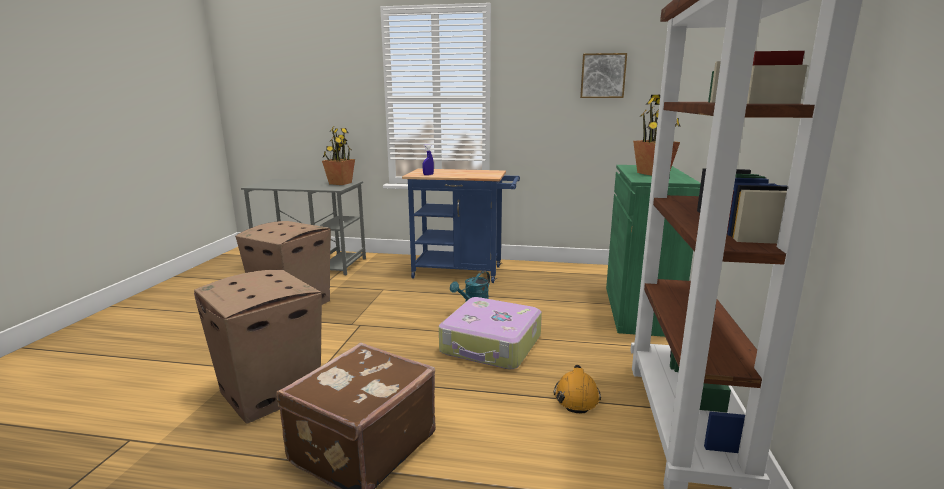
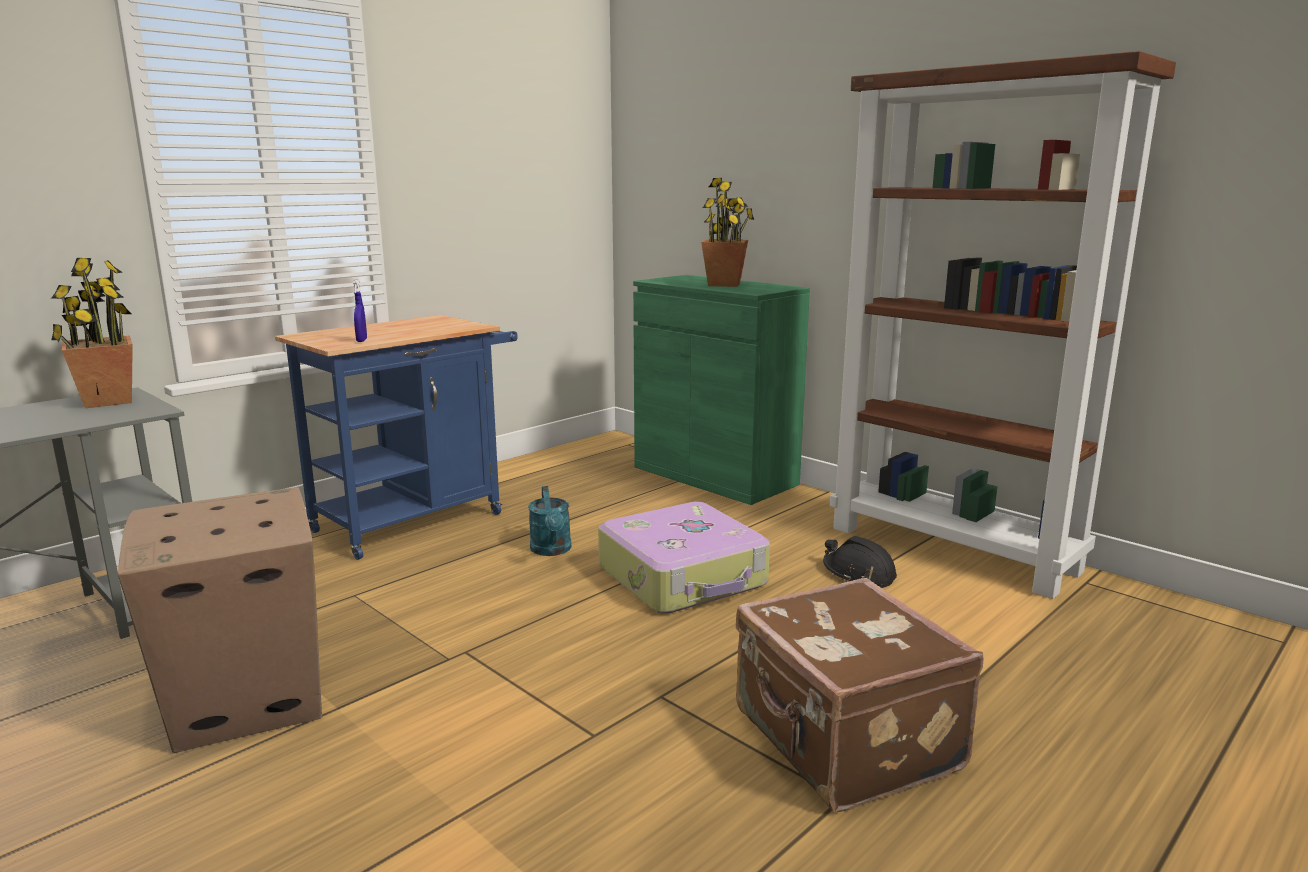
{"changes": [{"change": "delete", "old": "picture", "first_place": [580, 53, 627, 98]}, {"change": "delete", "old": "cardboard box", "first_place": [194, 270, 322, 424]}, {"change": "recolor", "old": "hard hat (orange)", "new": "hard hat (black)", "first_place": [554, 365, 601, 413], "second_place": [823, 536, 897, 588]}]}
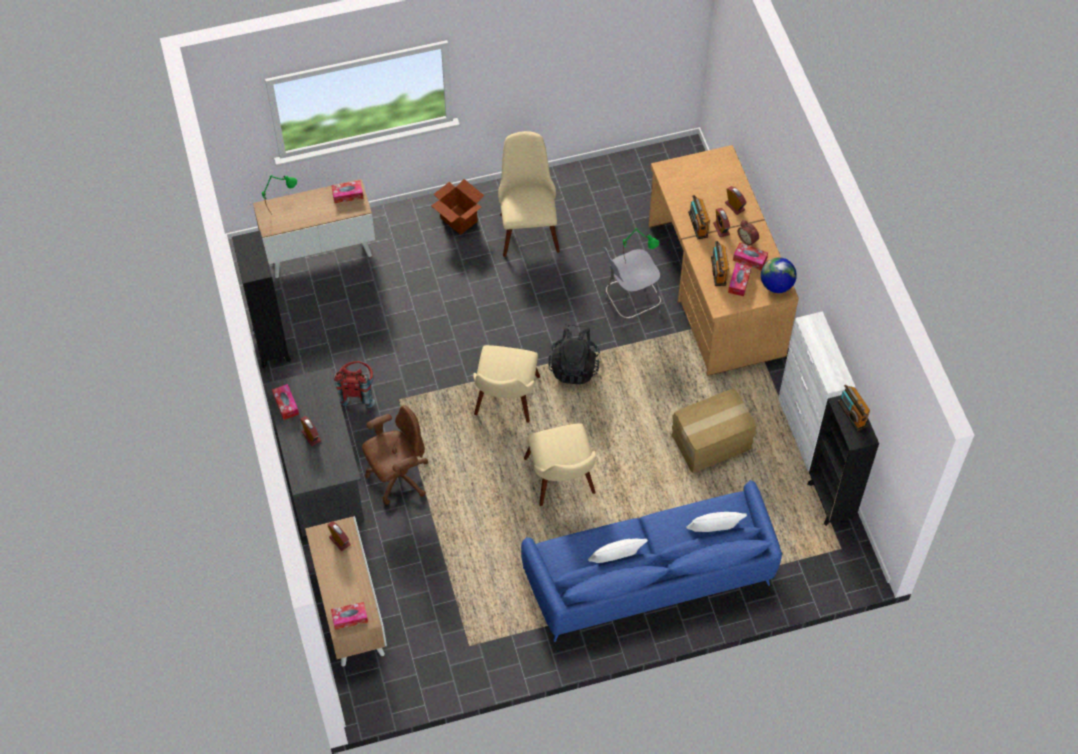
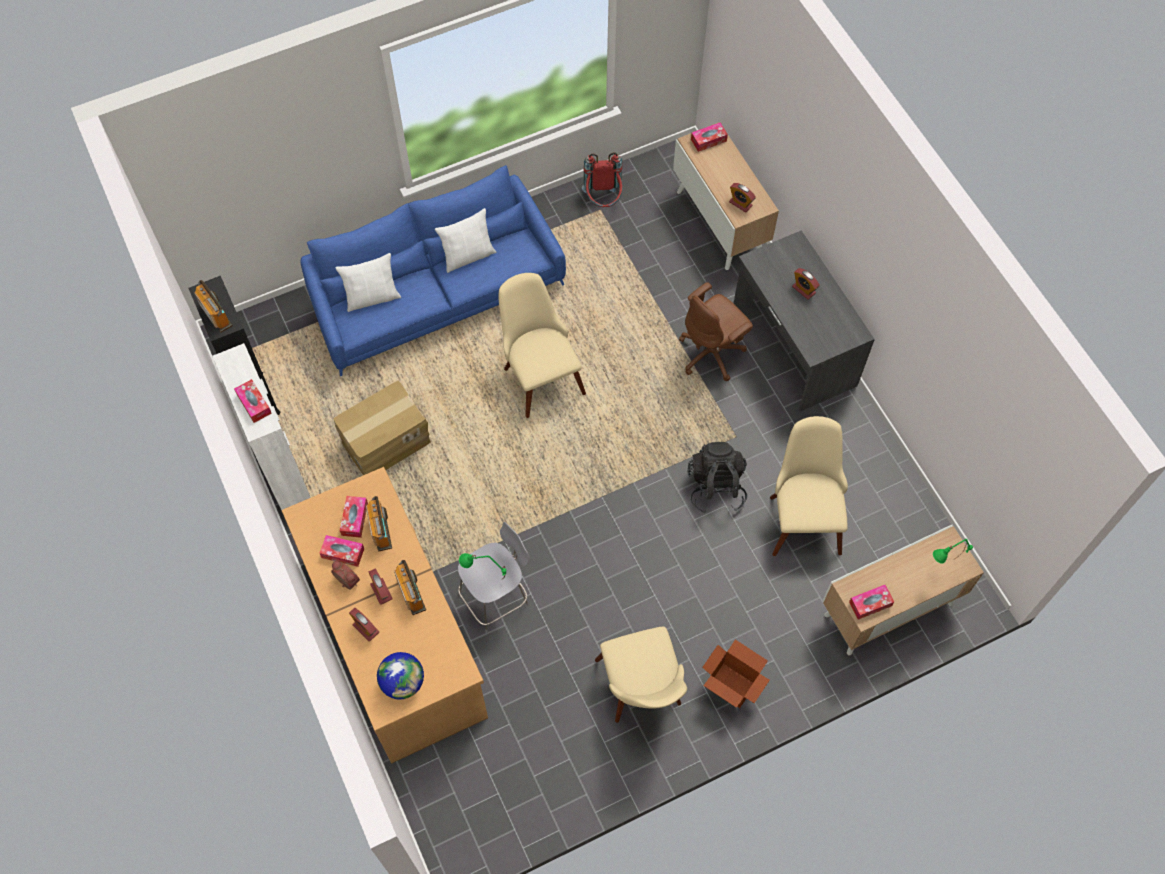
{"changes": [{"change": "delete", "old": "bookcase (black)", "first_place": [232, 231, 291, 368]}, {"change": "move", "old": "globe", "first_place": [761, 257, 797, 293], "second_place": [377, 652, 424, 700]}, {"change": "move", "old": "backpack (black)", "first_place": [548, 324, 600, 384], "second_place": [688, 442, 747, 513]}, {"change": "move", "old": "chair (beige)", "first_place": [473, 345, 540, 423], "second_place": [770, 416, 848, 556]}, {"change": "move", "old": "backpack (red)", "first_place": [333, 361, 375, 408], "second_place": [582, 152, 623, 207]}, {"change": "move", "old": "tissue box", "first_place": [272, 384, 299, 420], "second_place": [234, 379, 272, 423]}]}
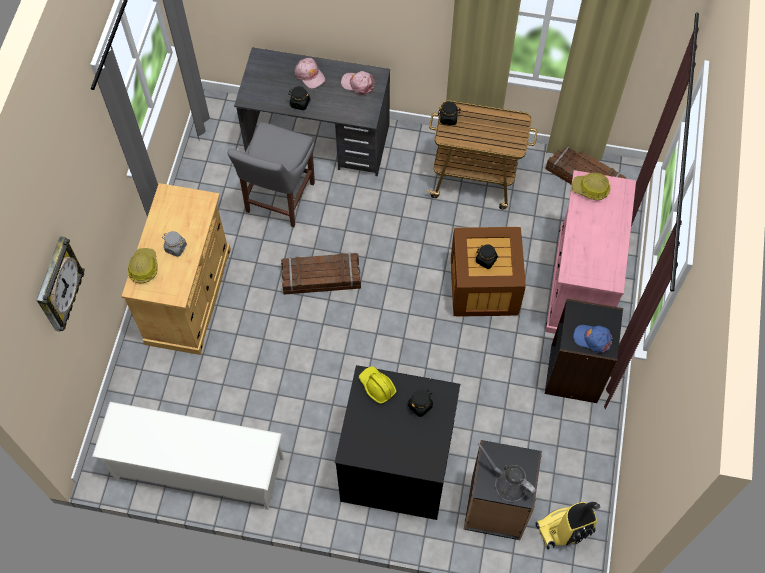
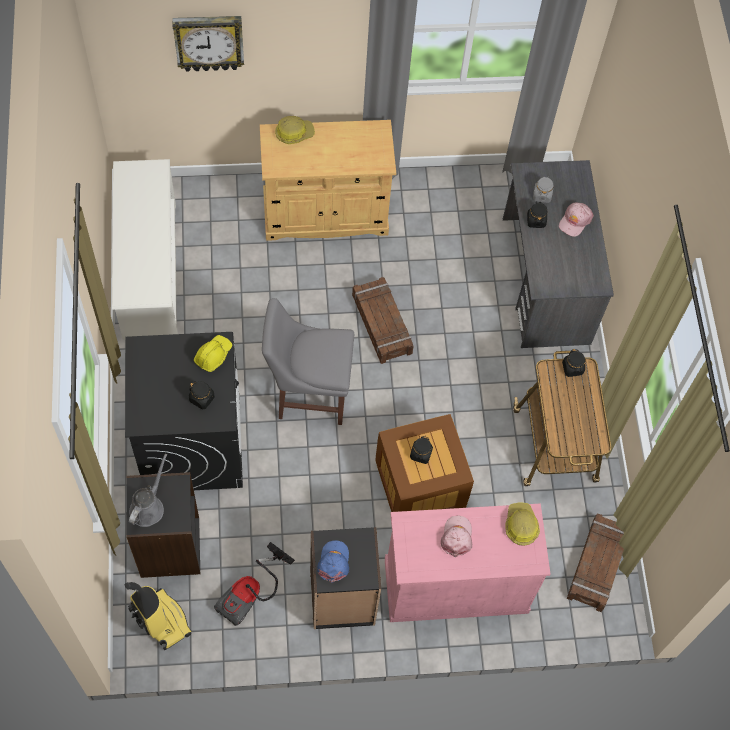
{"changes": [{"change": "move", "old": "cap (pink)", "first_place": [341, 71, 375, 95], "second_place": [441, 515, 472, 557]}, {"change": "move", "old": "chair (grey)", "first_place": [228, 122, 315, 227], "second_place": [262, 298, 354, 425]}, {"change": "move", "old": "jar (grey)", "first_place": [162, 231, 187, 257], "second_place": [533, 176, 554, 203]}, {"change": "insert", "new": "vacuum cleaner", "second_place": [214, 542, 295, 626]}]}
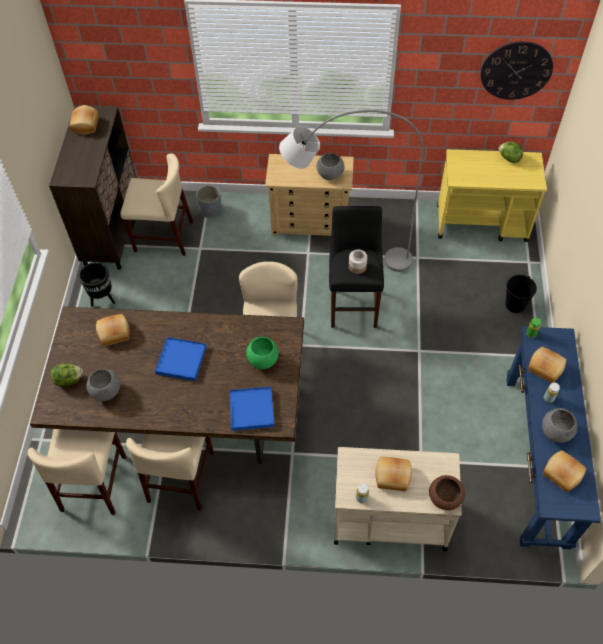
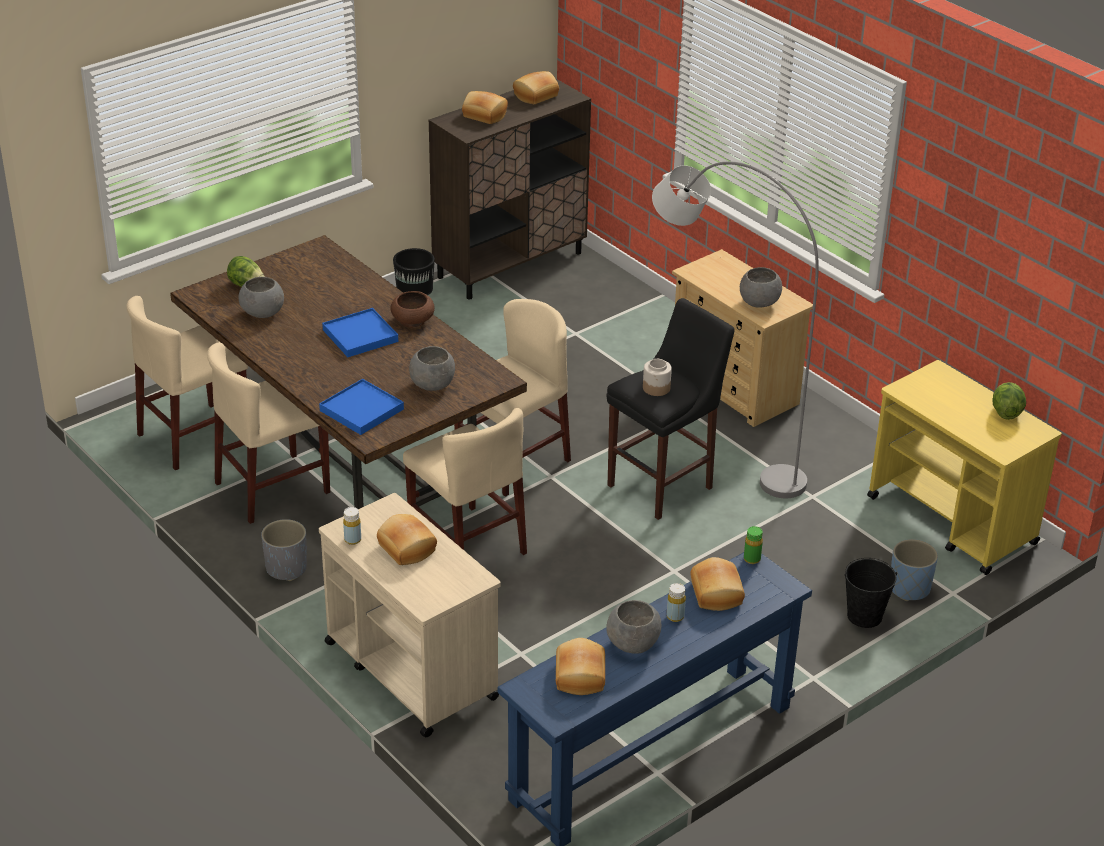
{"changes": [{"change": "delete", "old": "wall clock", "first_place": [481, 41, 553, 100]}, {"change": "move", "old": "chair (beige)", "first_place": [120, 153, 193, 256], "second_place": [403, 408, 527, 555]}, {"change": "move", "old": "planter (grey)", "first_place": [196, 185, 222, 218], "second_place": [261, 519, 307, 581]}, {"change": "move", "old": "bread", "first_place": [96, 314, 130, 346], "second_place": [462, 91, 508, 124]}, {"change": "recolor", "old": "bowl (green)", "new": "bowl (grey)", "first_place": [246, 337, 279, 369], "second_place": [409, 346, 455, 391]}, {"change": "move", "old": "bowl (brown)", "first_place": [429, 475, 465, 510], "second_place": [391, 291, 435, 327]}, {"change": "insert", "new": "planter (blue)", "second_place": [891, 539, 938, 601]}]}
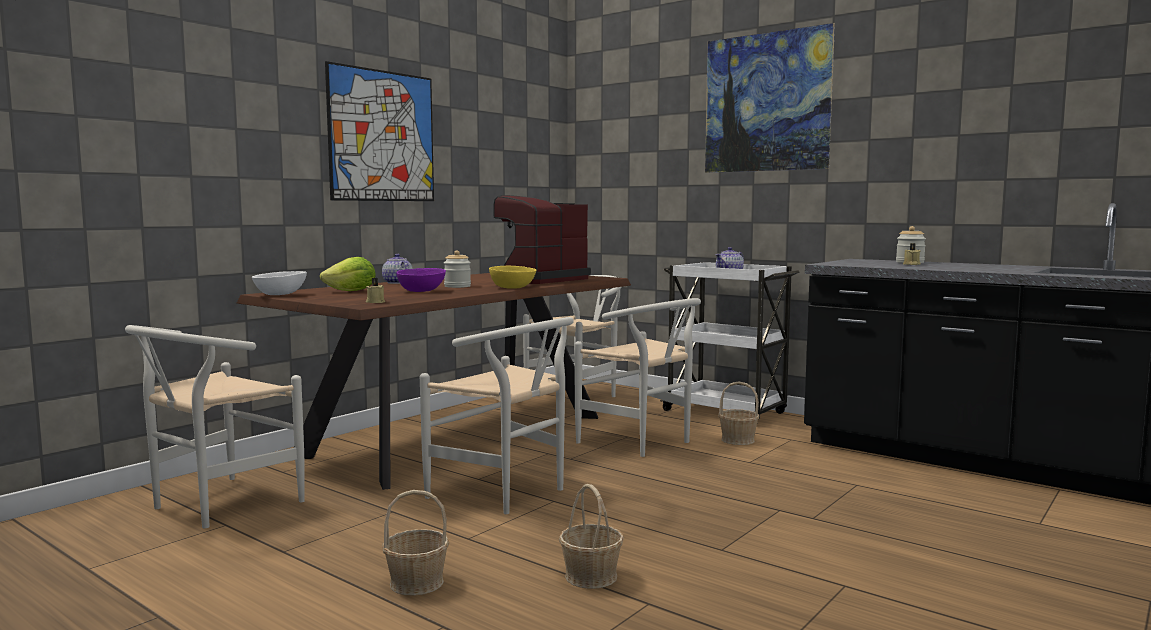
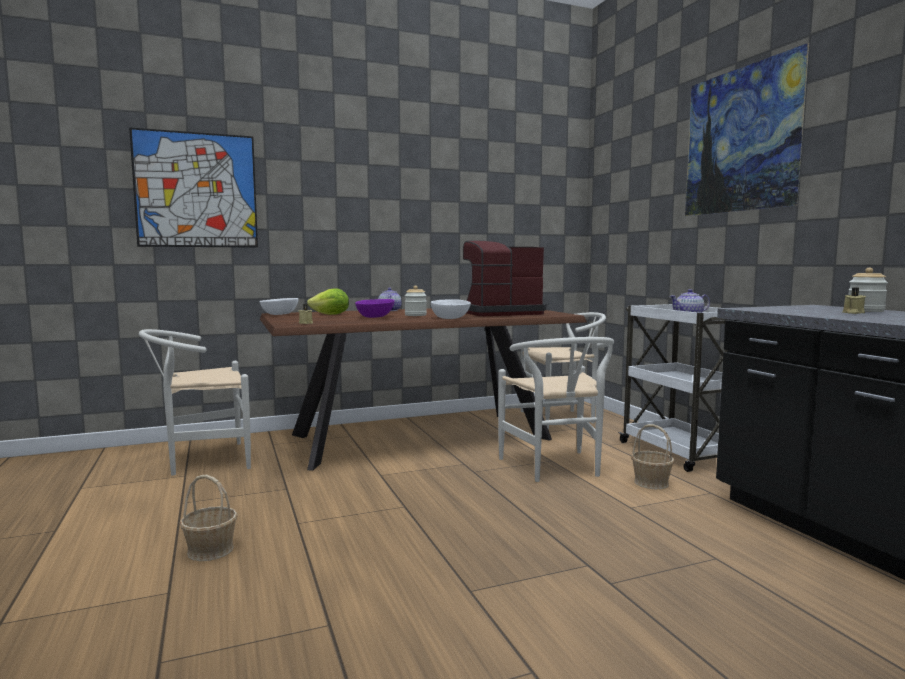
{"changes": [{"change": "move", "old": "picture", "first_place": [325, 61, 434, 201], "second_place": [129, 127, 258, 248]}, {"change": "recolor", "old": "bowl (yellow)", "new": "bowl (white)", "first_place": [489, 266, 536, 289], "second_place": [431, 299, 471, 319]}, {"change": "delete", "old": "chair (white)", "first_place": [420, 317, 574, 514]}, {"change": "delete", "old": "basket", "first_place": [559, 484, 624, 589]}]}
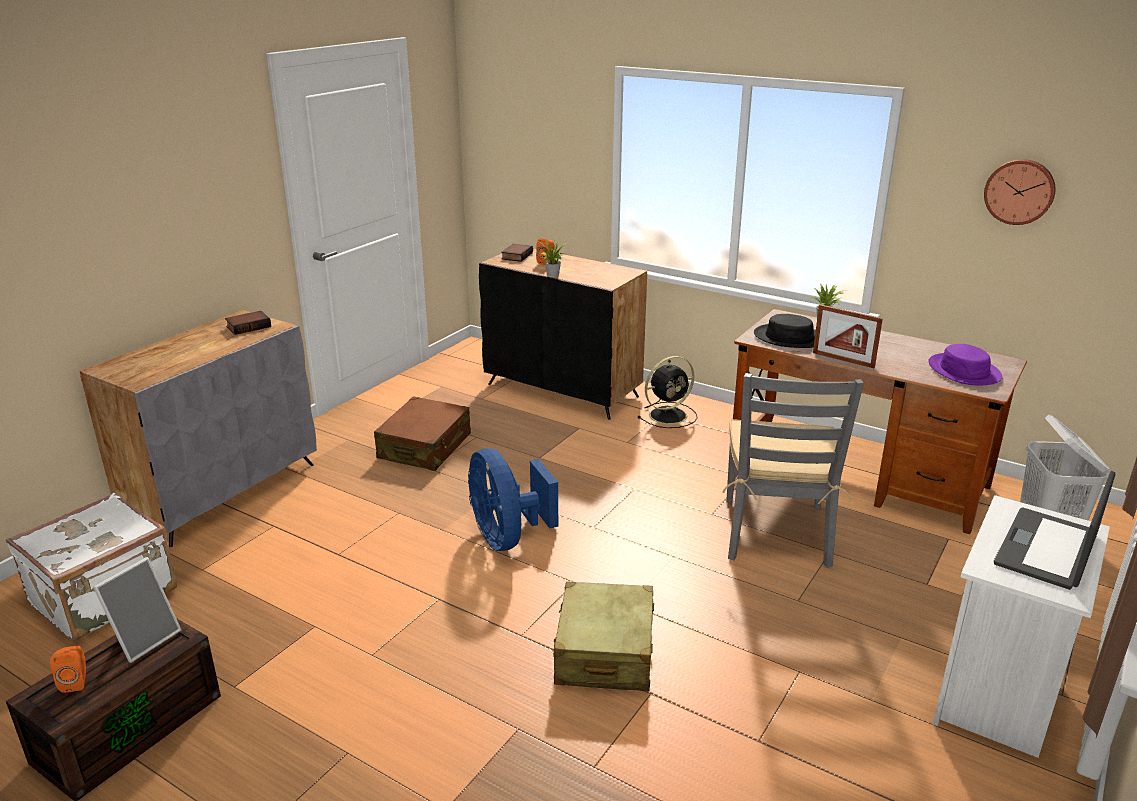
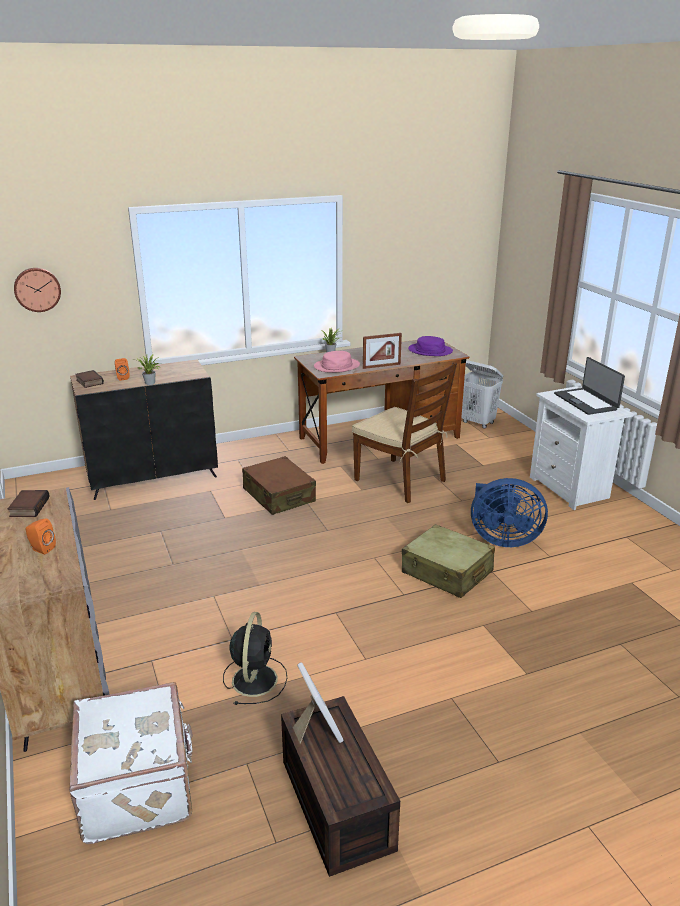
{"changes": [{"change": "move", "old": "wall clock", "first_place": [984, 159, 1055, 225], "second_place": [14, 268, 61, 312]}, {"change": "recolor", "old": "hat (black)", "new": "hat (pink)", "first_place": [754, 314, 816, 348], "second_place": [314, 351, 360, 373]}, {"change": "move", "old": "fan (black)", "first_place": [637, 356, 698, 428], "second_place": [223, 612, 287, 705]}, {"change": "recolor", "old": "chair (grey)", "new": "chair (brown)", "first_place": [722, 373, 864, 568], "second_place": [352, 362, 457, 503]}, {"change": "move", "old": "suitcase (brown)", "first_place": [374, 397, 471, 471], "second_place": [242, 456, 316, 515]}, {"change": "move", "old": "fan (blue)", "first_place": [468, 448, 558, 551], "second_place": [471, 478, 548, 547]}, {"change": "move", "old": "speaker (orange)", "first_place": [50, 646, 86, 693], "second_place": [26, 518, 56, 555]}]}
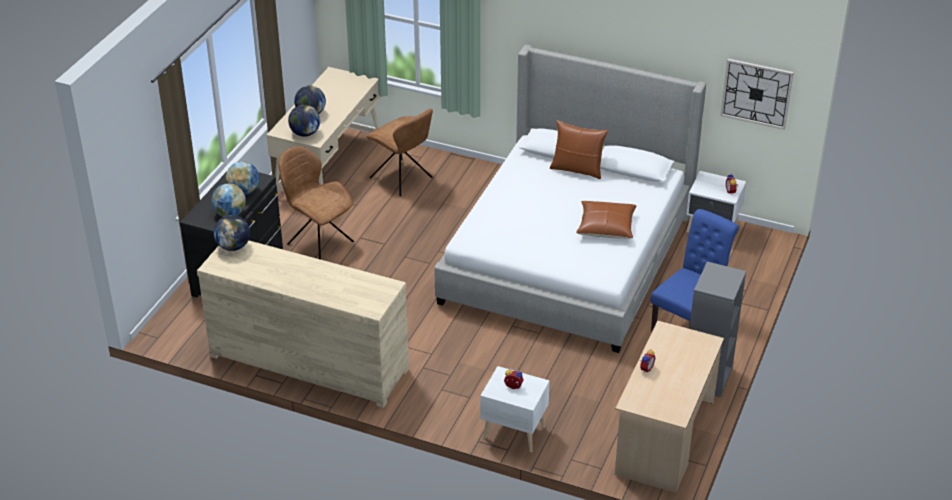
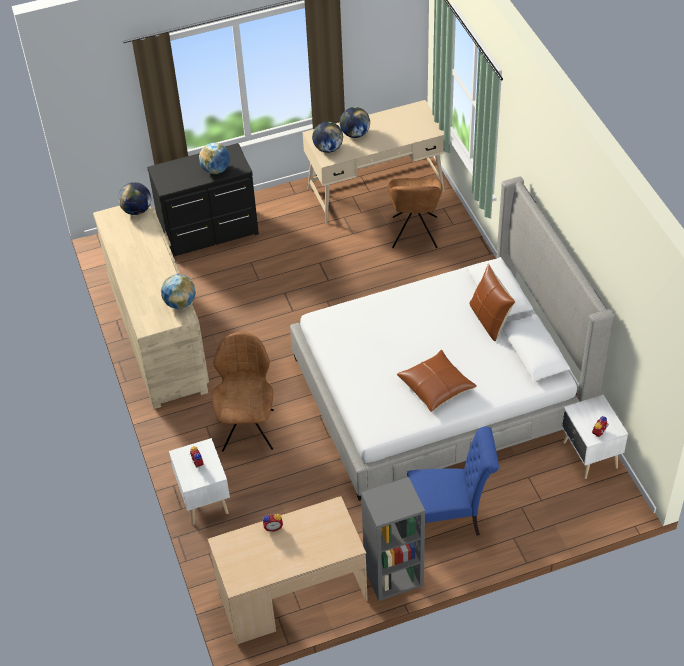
{"changes": [{"change": "delete", "old": "wall clock", "first_place": [720, 59, 794, 130]}, {"change": "move", "old": "chair (brown)", "first_place": [278, 146, 354, 260], "second_place": [212, 332, 274, 451]}, {"change": "move", "old": "globe", "first_place": [211, 183, 246, 217], "second_place": [161, 274, 196, 309]}]}
